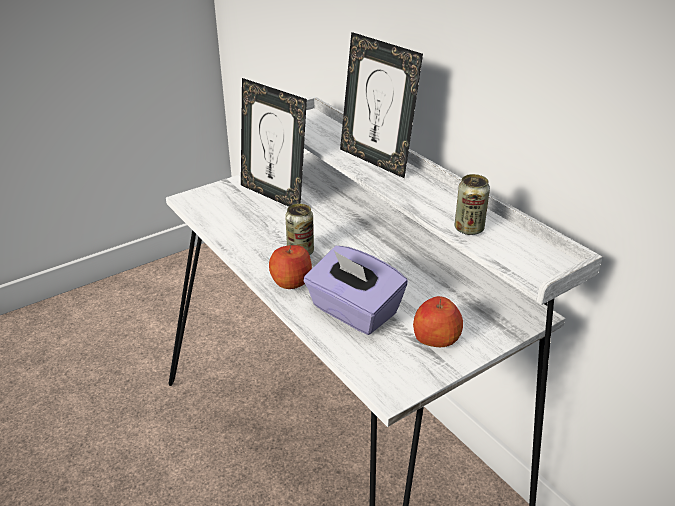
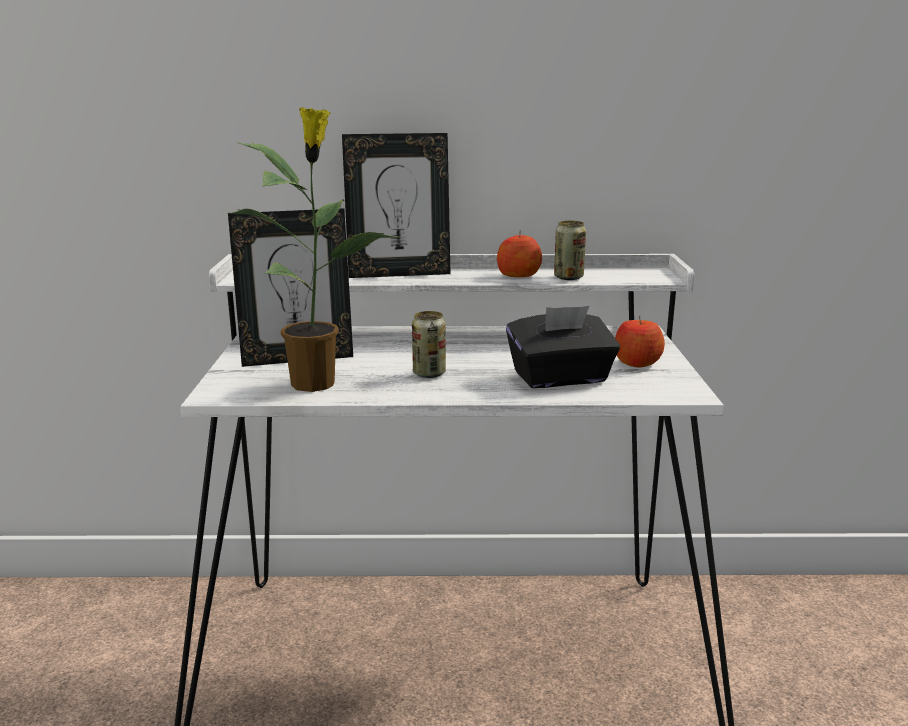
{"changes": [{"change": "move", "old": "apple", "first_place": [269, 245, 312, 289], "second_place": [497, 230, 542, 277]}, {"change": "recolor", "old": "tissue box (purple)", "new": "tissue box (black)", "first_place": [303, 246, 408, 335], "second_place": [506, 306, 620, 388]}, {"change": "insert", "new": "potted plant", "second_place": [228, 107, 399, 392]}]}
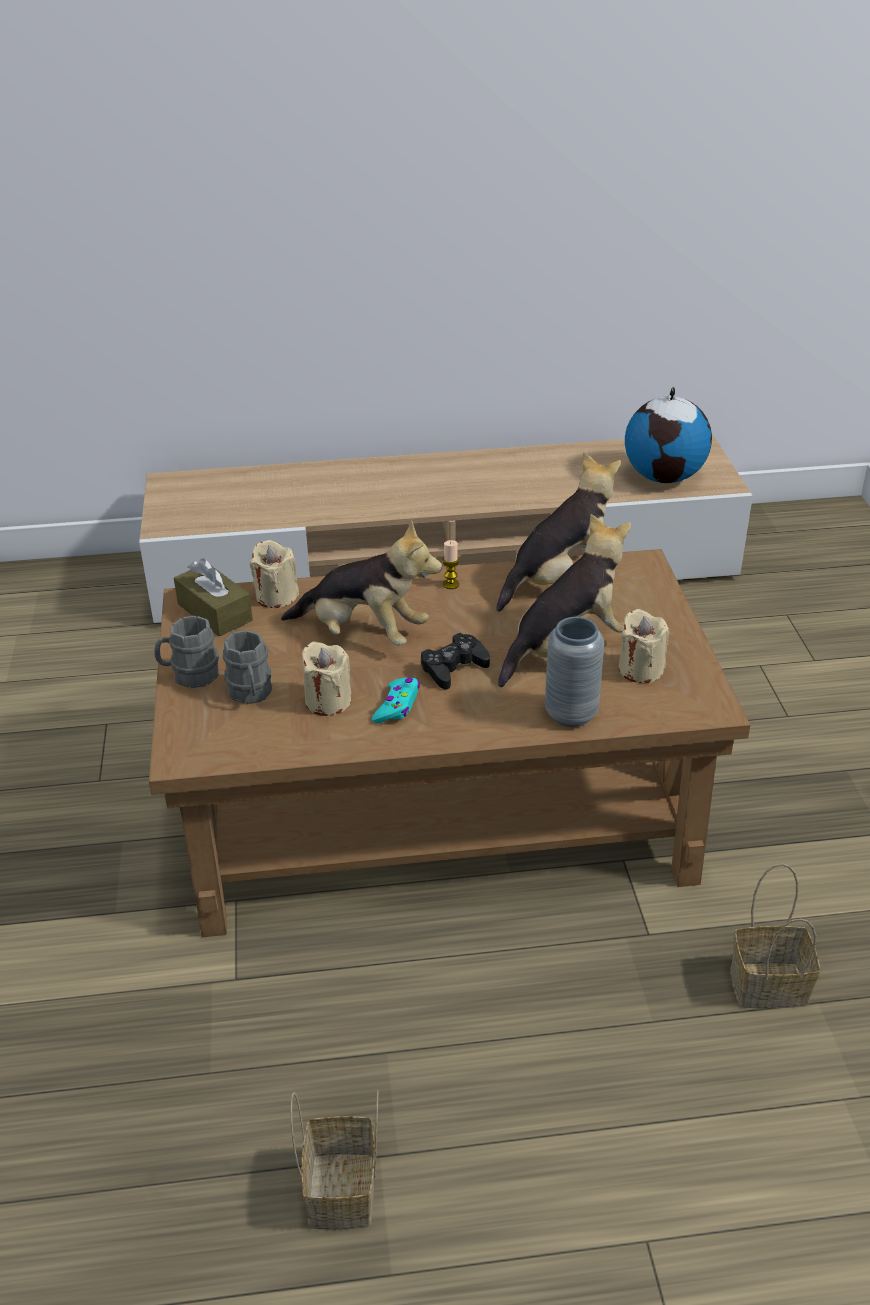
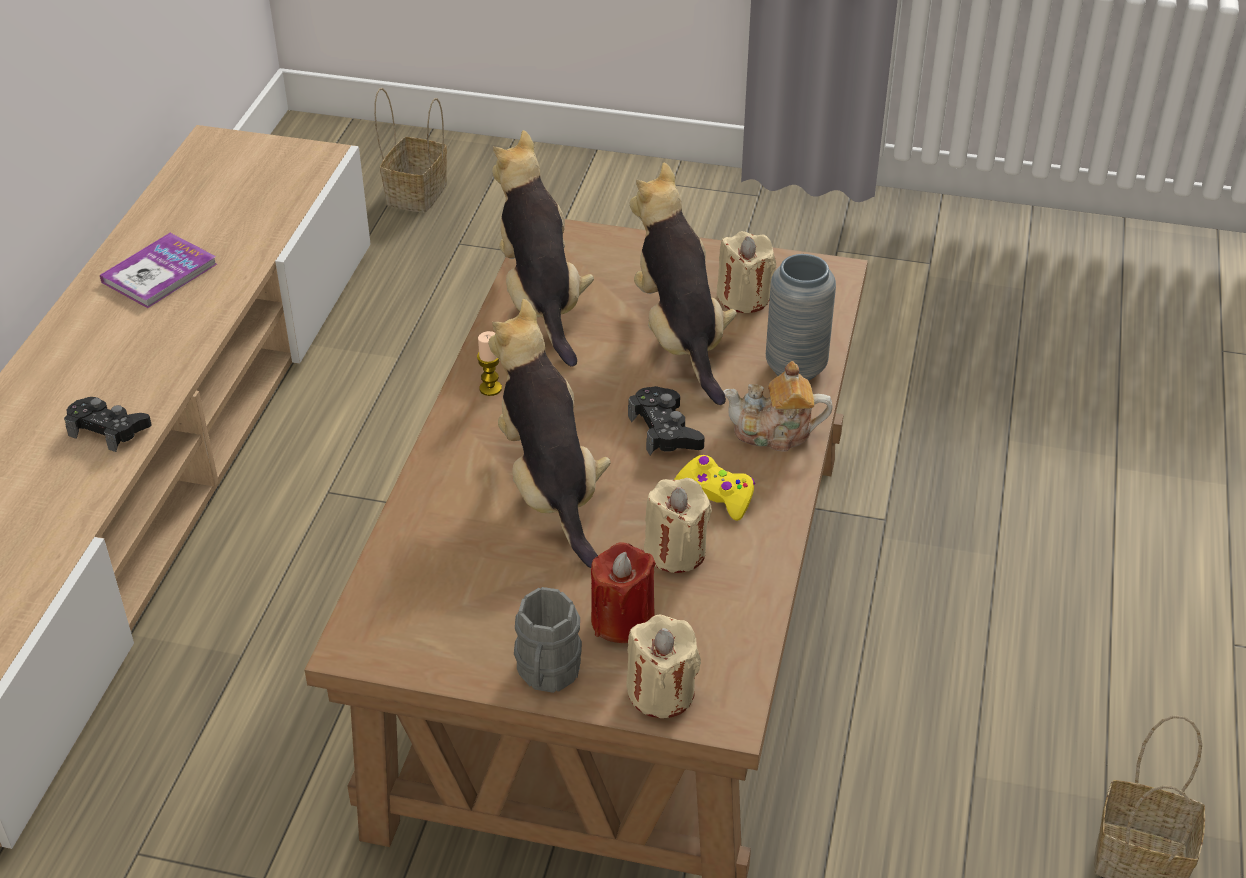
{"changes": [{"change": "delete", "old": "globe", "first_place": [625, 387, 712, 483]}, {"change": "rotate", "old": "plush toy", "first_place": [281, 520, 442, 646], "second_place": [488, 299, 611, 568], "degrees": -60}, {"change": "move", "old": "candle (beige)", "first_place": [250, 540, 299, 608], "second_place": [626, 614, 701, 718]}, {"change": "delete", "old": "tissue box (brown)", "first_place": [174, 558, 253, 637]}, {"change": "replace", "old": "mug (grey)", "new": "candle (red)", "first_place": [223, 630, 272, 704], "second_place": [591, 542, 656, 643]}, {"change": "recolor", "old": "game controller (turquoise)", "new": "game controller (yellow)", "first_place": [372, 678, 420, 723], "second_place": [674, 455, 755, 521]}, {"change": "move", "old": "basket", "first_place": [731, 863, 821, 1009], "second_place": [374, 88, 447, 213]}, {"change": "insert", "new": "book", "second_place": [100, 233, 217, 308]}, {"change": "insert", "new": "teapot", "second_place": [723, 361, 833, 452]}, {"change": "insert", "new": "game controller (black)", "second_place": [64, 397, 152, 452]}]}
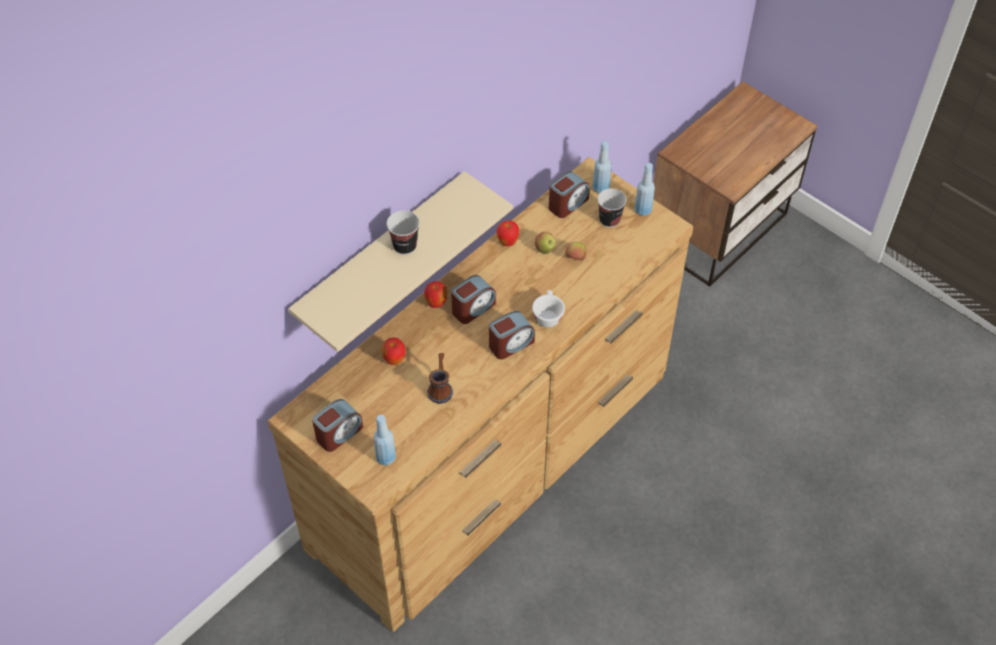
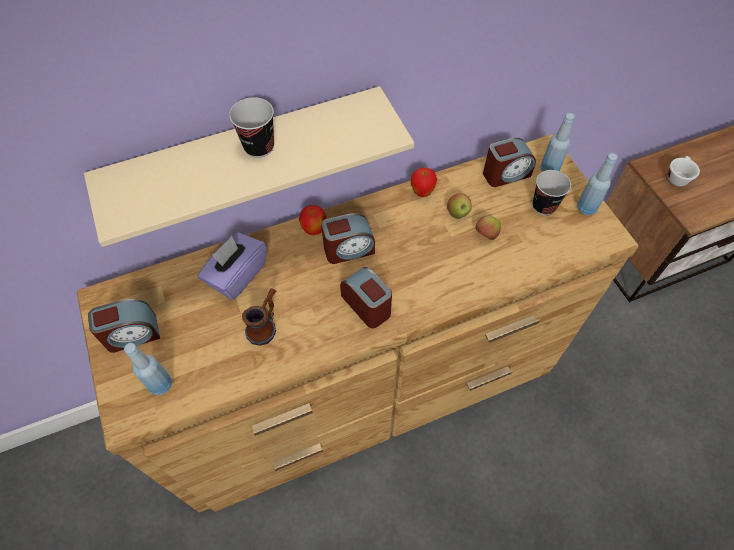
{"changes": [{"change": "move", "old": "cup (white)", "first_place": [532, 290, 565, 327], "second_place": [668, 156, 700, 186]}, {"change": "rotate", "old": "alarm clock", "first_place": [489, 311, 535, 360], "second_place": [340, 267, 392, 328], "degrees": -120}, {"change": "replace", "old": "apple", "new": "tissue box (purple)", "first_place": [381, 338, 406, 365], "second_place": [197, 232, 267, 300]}]}
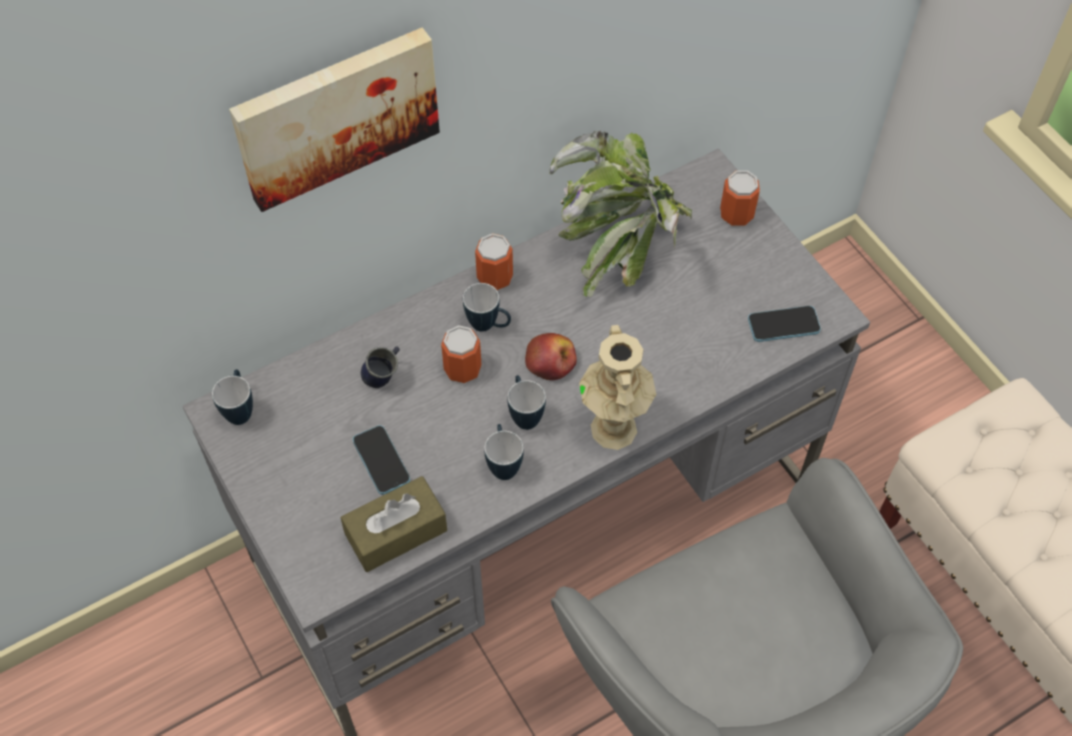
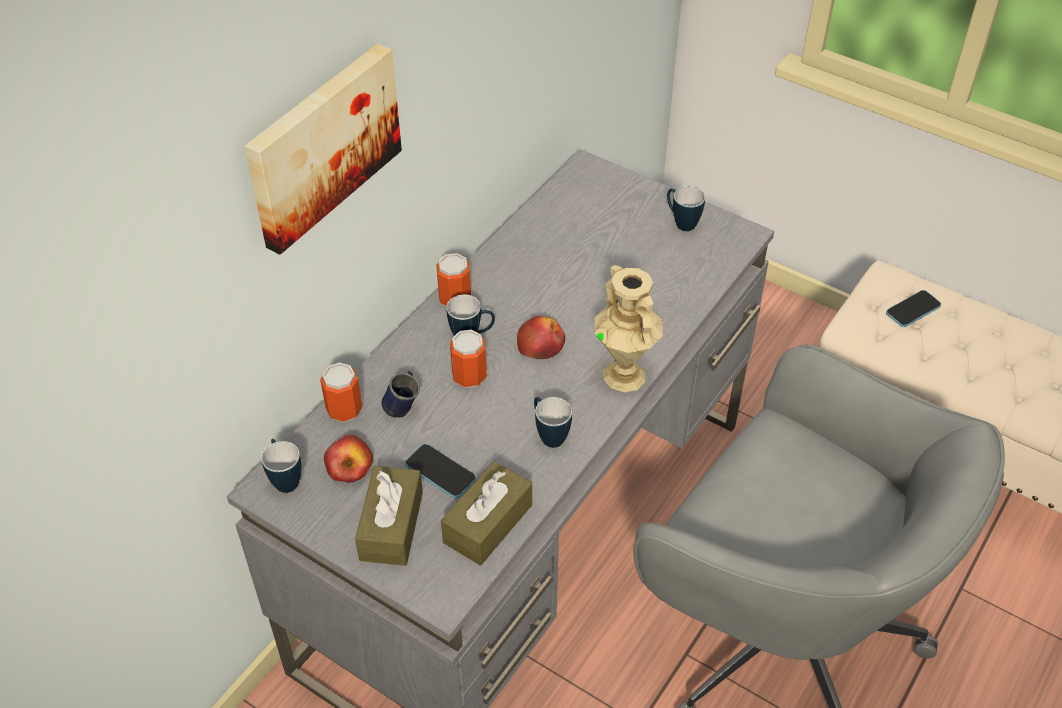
{"changes": [{"change": "delete", "old": "potted plant", "first_place": [549, 131, 692, 297]}, {"change": "move", "old": "can", "first_place": [720, 170, 760, 226], "second_place": [320, 362, 363, 422]}, {"change": "move", "old": "phone", "first_place": [748, 306, 821, 342], "second_place": [886, 290, 941, 327]}, {"change": "move", "old": "mug", "first_place": [508, 375, 546, 430], "second_place": [667, 186, 705, 231]}, {"change": "insert", "new": "apple", "second_place": [324, 435, 373, 483]}, {"change": "insert", "new": "tissue box (brown)", "second_place": [355, 466, 423, 566]}]}
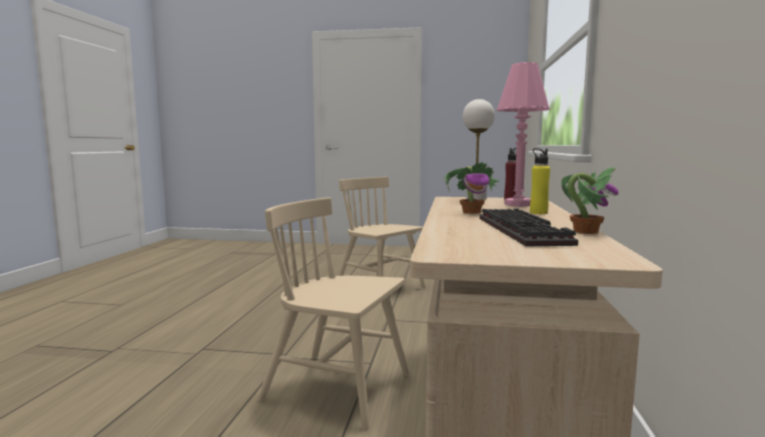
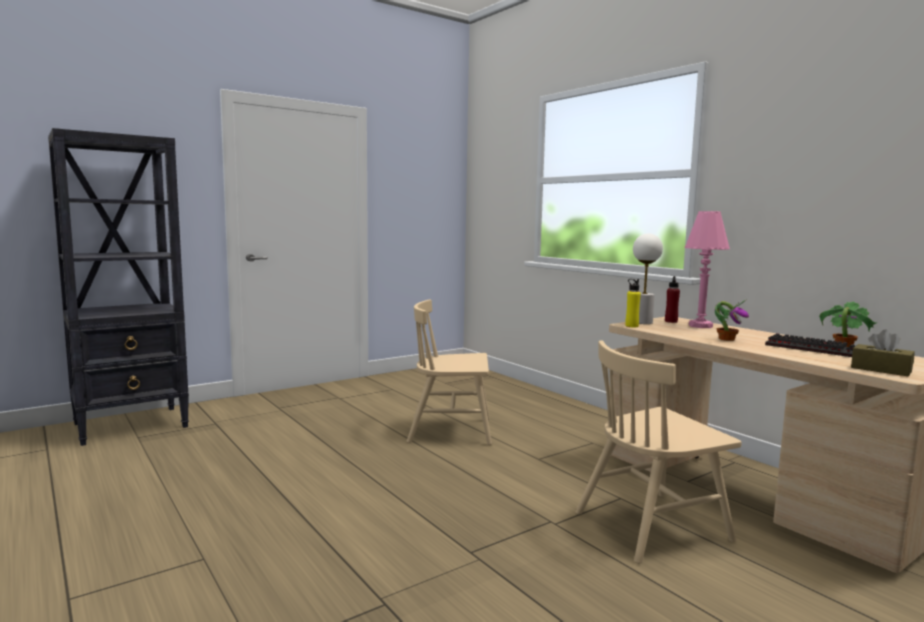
{"changes": [{"change": "move", "old": "bottle (yellow)", "first_place": [530, 148, 550, 214], "second_place": [625, 279, 641, 327]}, {"change": "insert", "new": "bookcase (black)", "second_place": [48, 128, 189, 446]}, {"change": "insert", "new": "tissue box (brown)", "second_place": [851, 330, 915, 376]}]}
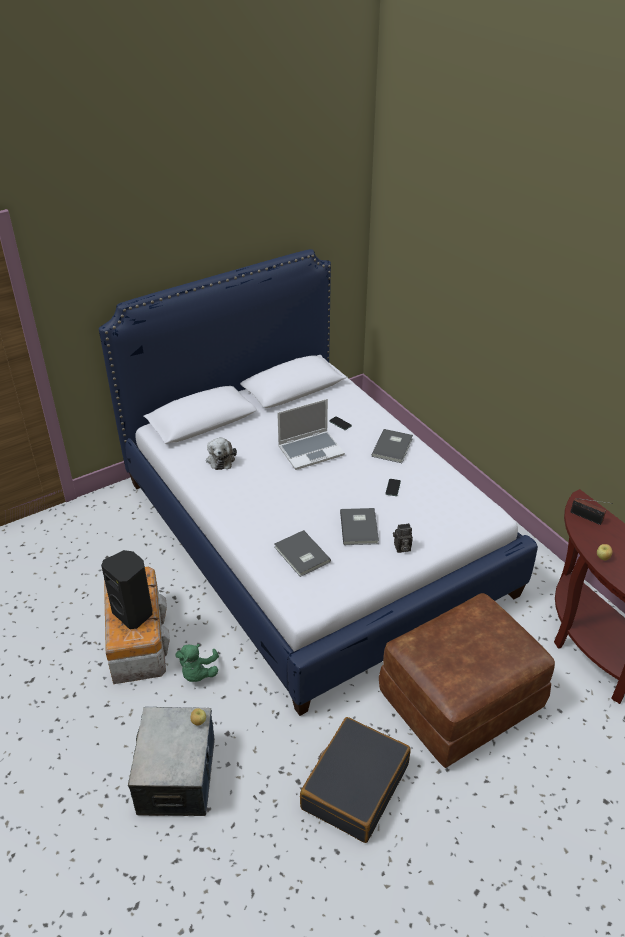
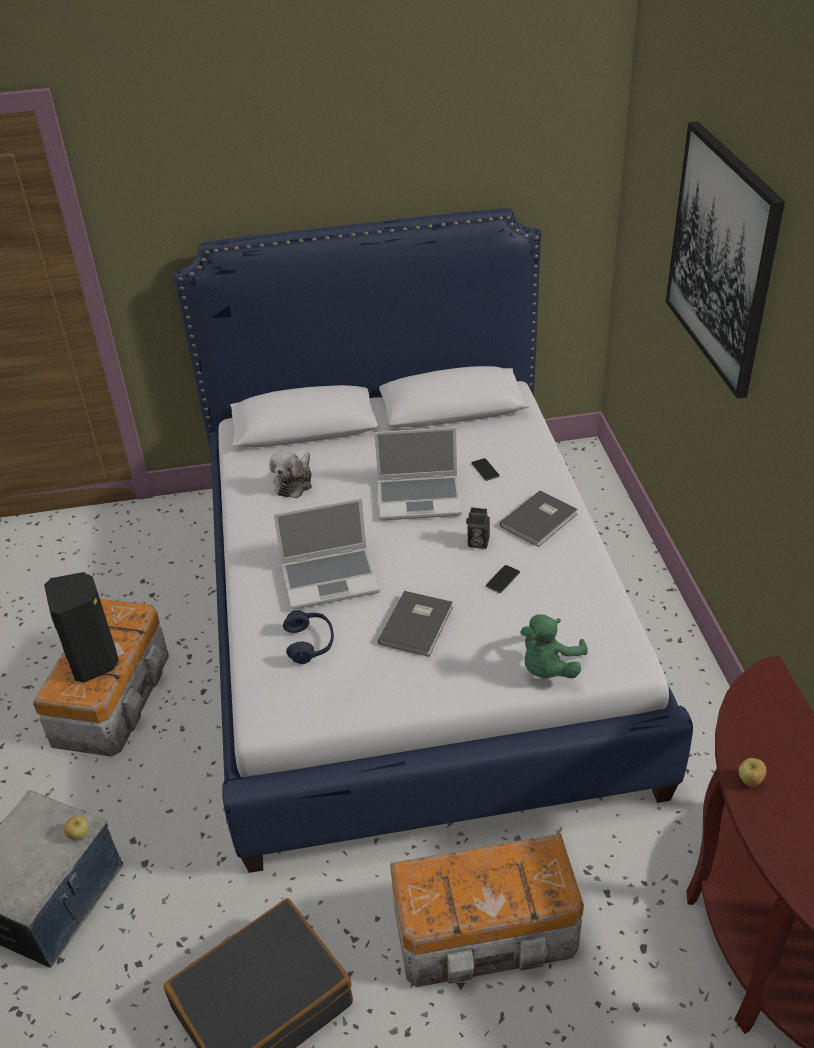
{"changes": [{"change": "delete", "old": "radio", "first_place": [571, 498, 612, 525]}, {"change": "move", "old": "photo camera", "first_place": [393, 523, 413, 553], "second_place": [466, 507, 490, 549]}, {"change": "replace", "old": "book (grey)", "new": "headphones (blue)", "first_place": [274, 530, 331, 577], "second_place": [283, 610, 334, 664]}, {"change": "replace", "old": "ottoman (brown)", "new": "storage box", "first_place": [379, 593, 555, 768], "second_place": [390, 834, 584, 987]}, {"change": "move", "old": "plush toy (green)", "first_place": [175, 644, 219, 682], "second_place": [520, 614, 588, 678]}, {"change": "insert", "new": "picture", "second_place": [666, 121, 785, 399]}, {"change": "insert", "new": "laptop", "second_place": [274, 498, 380, 610]}]}
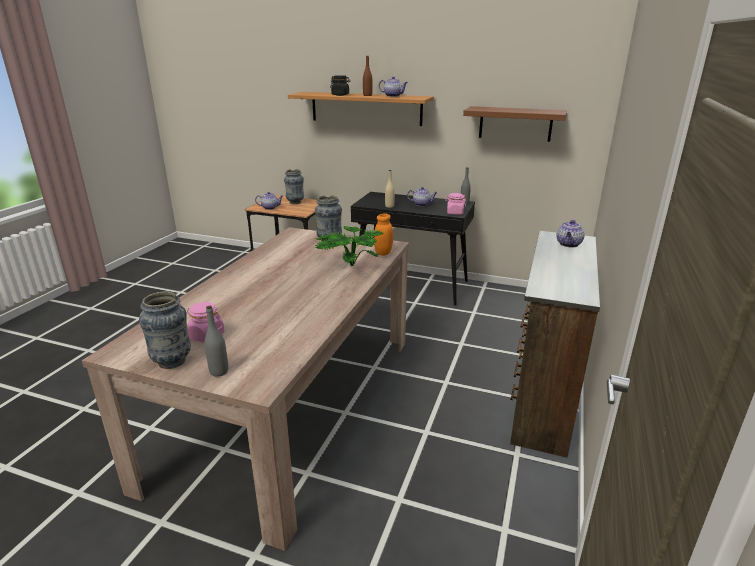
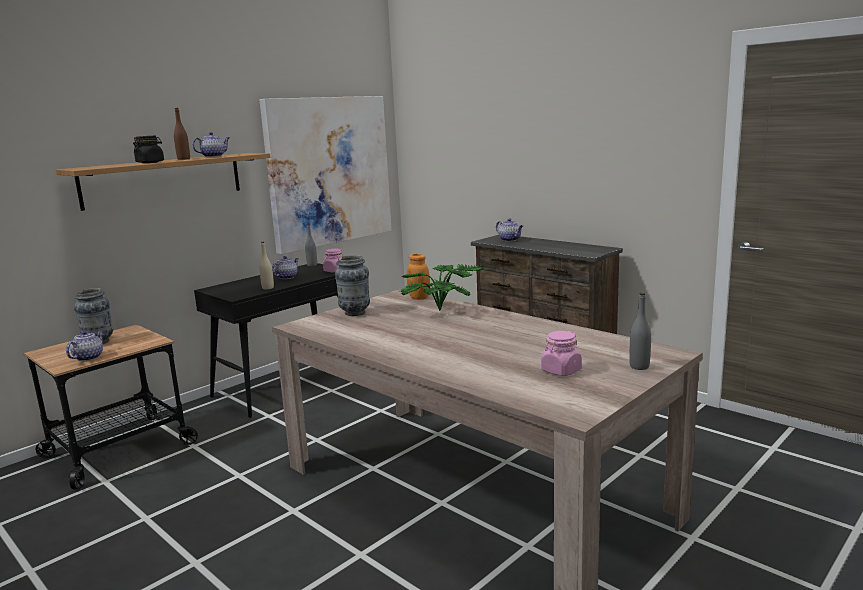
{"changes": [{"change": "replace", "old": "shelf (brown)", "new": "picture", "first_place": [463, 106, 567, 142], "second_place": [259, 96, 392, 254]}, {"change": "delete", "old": "vase", "first_place": [139, 291, 191, 369]}]}
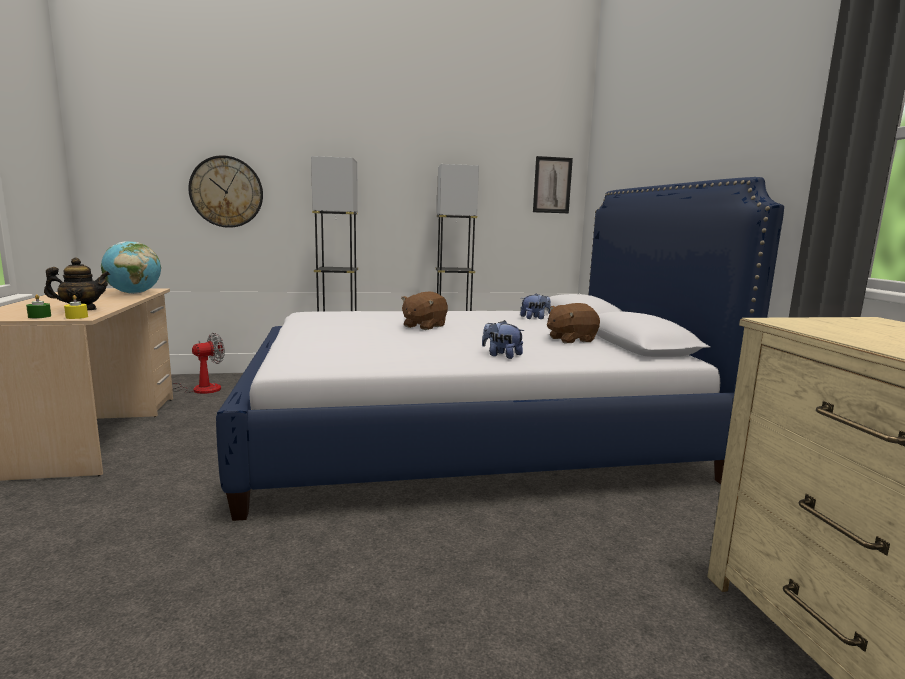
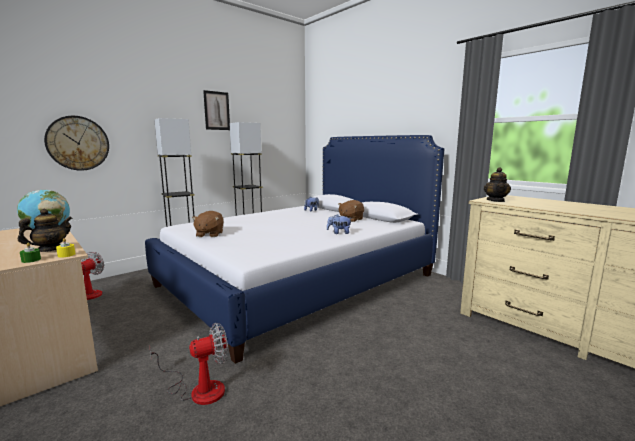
{"changes": [{"change": "move", "old": "picture", "first_place": [533, 156, 573, 213], "second_place": [203, 90, 230, 130]}, {"change": "move", "old": "plush toy (brown)", "first_place": [401, 291, 448, 330], "second_place": [192, 211, 224, 237]}, {"change": "insert", "new": "teapot", "second_place": [484, 167, 511, 202]}, {"change": "insert", "new": "fan", "second_place": [150, 323, 228, 405]}]}
